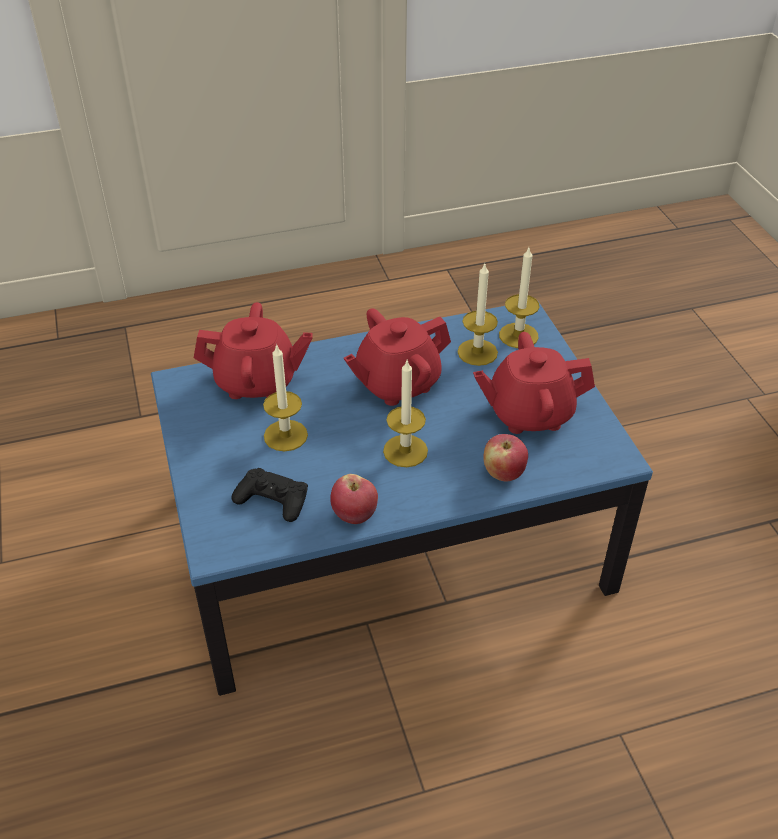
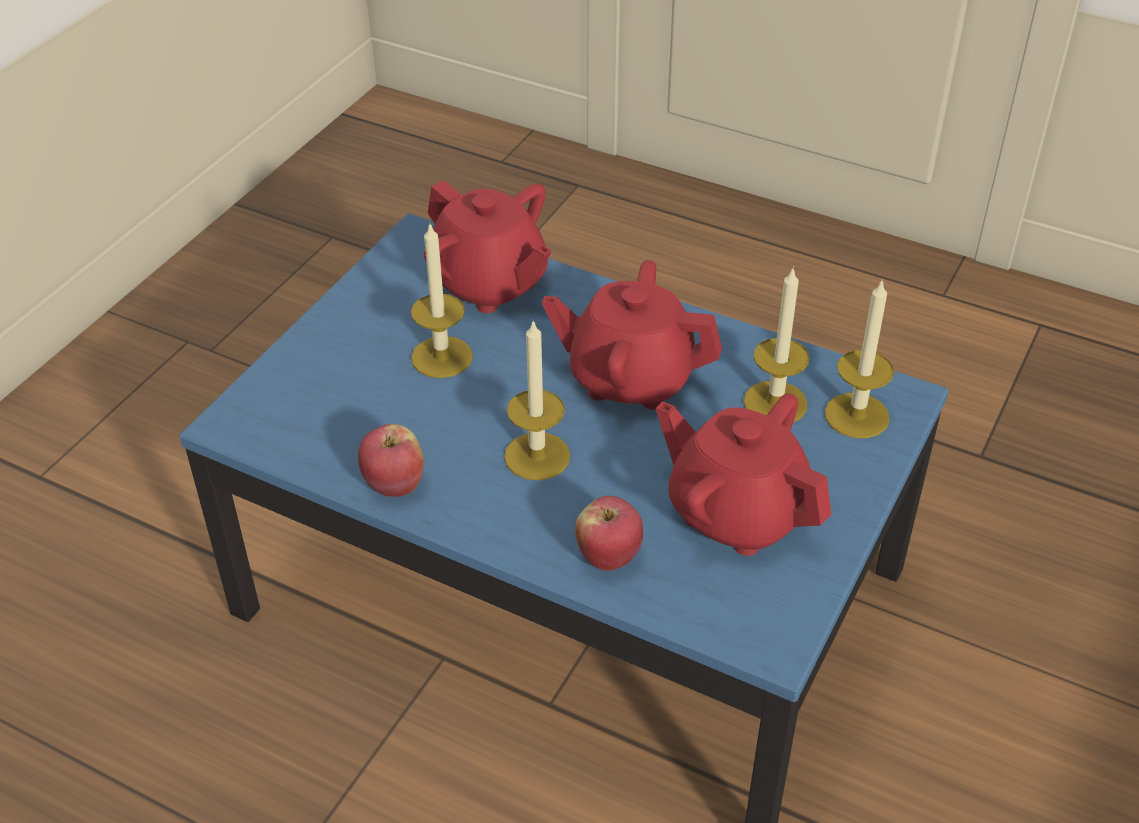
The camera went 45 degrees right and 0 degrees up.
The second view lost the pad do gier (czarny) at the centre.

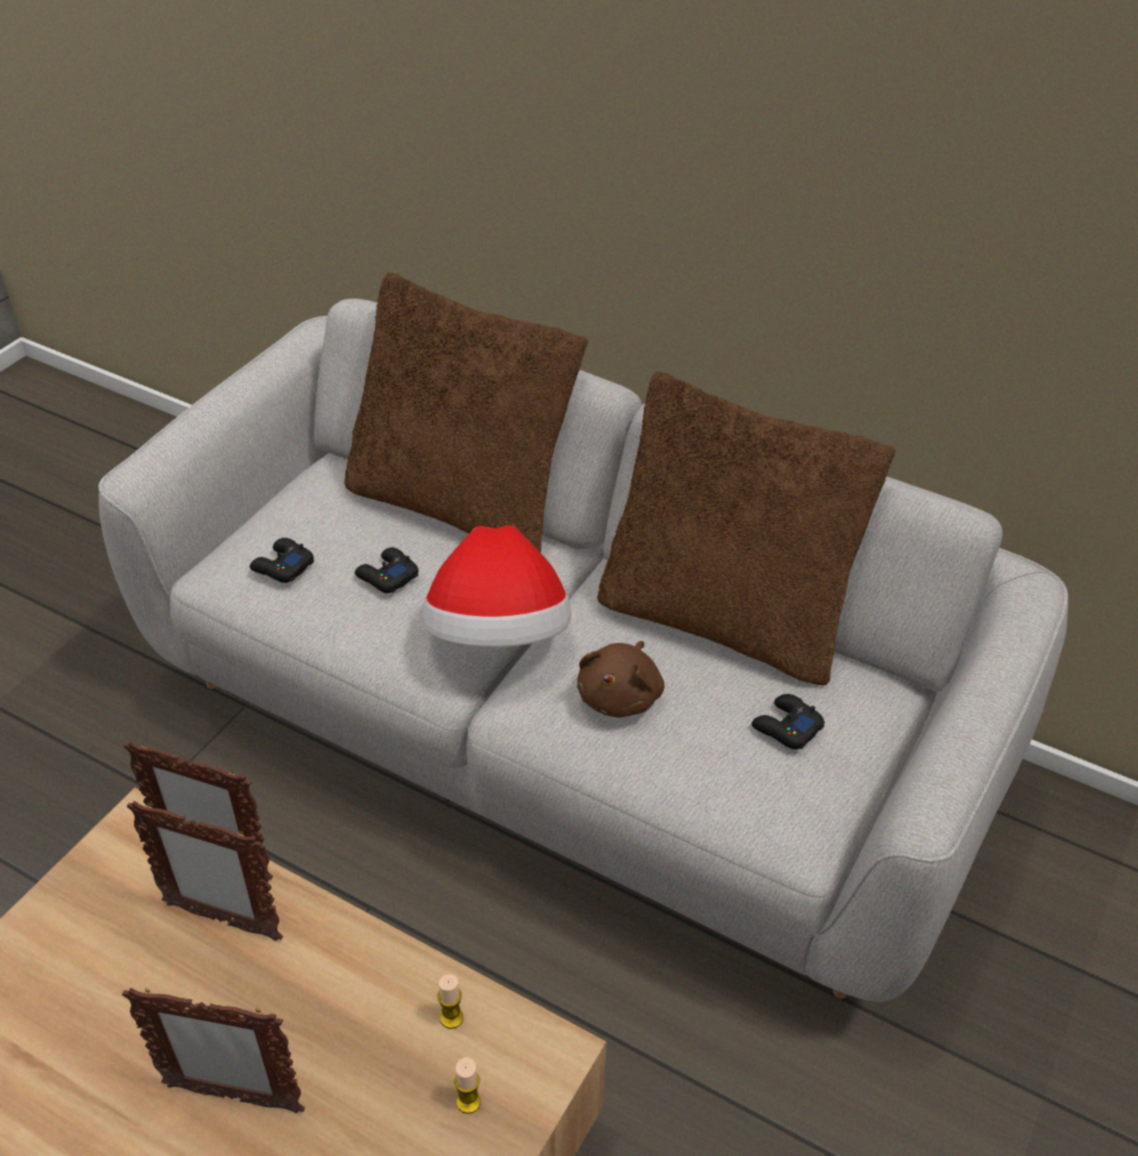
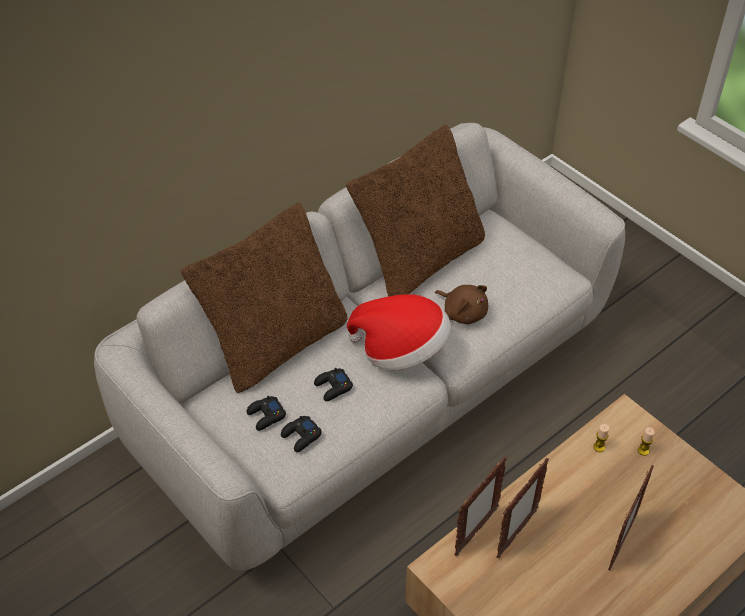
The camera went 70 degrees left and 5 degrees up.
The pad do gier (czarny) (no. 3 from left in the first image) ended up elsewhere, having gone from the middle right to the bottom centre.

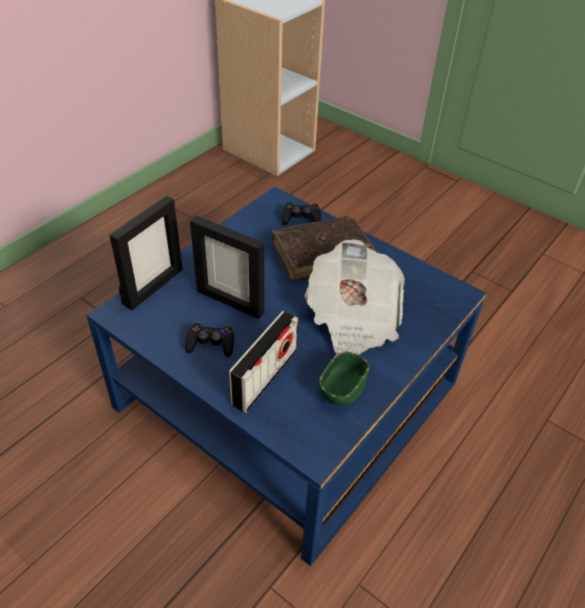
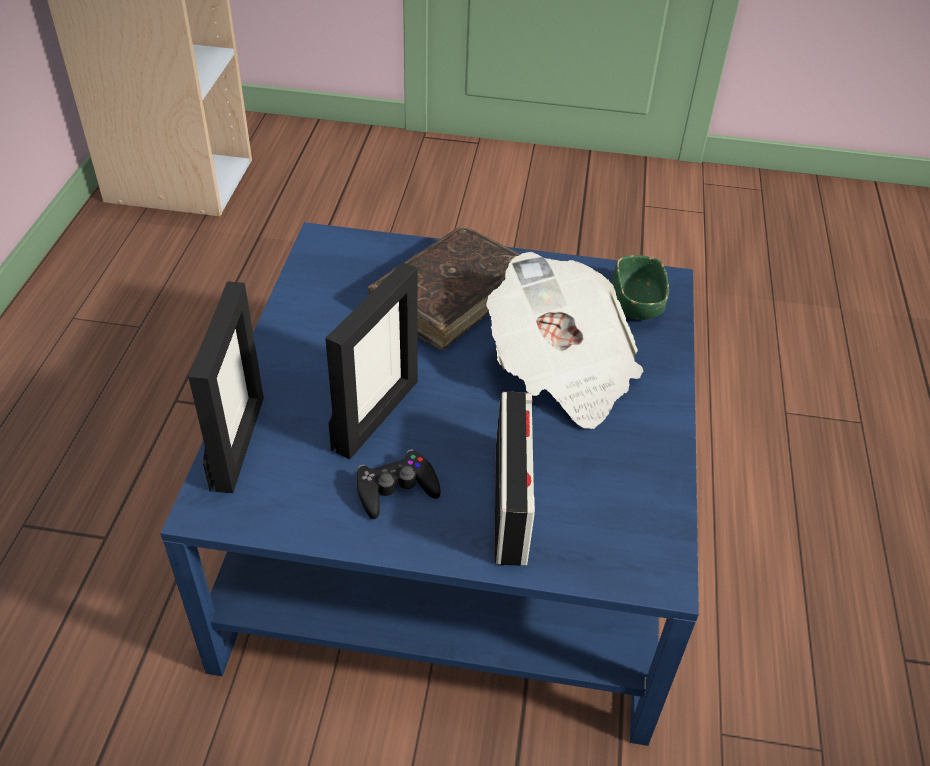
The camera went 30 degrees left and 0 degrees up.
The second view lost the pad do gier (czarny) (no. 2 from left) at the centre.
The ramka na zdjęcie (no. 2 from left) at the centre ended up facing another way, 60 degrees counterclockwise from before.
The miska (zielony) ended up elsewhere, having gone from the centre to the middle right.

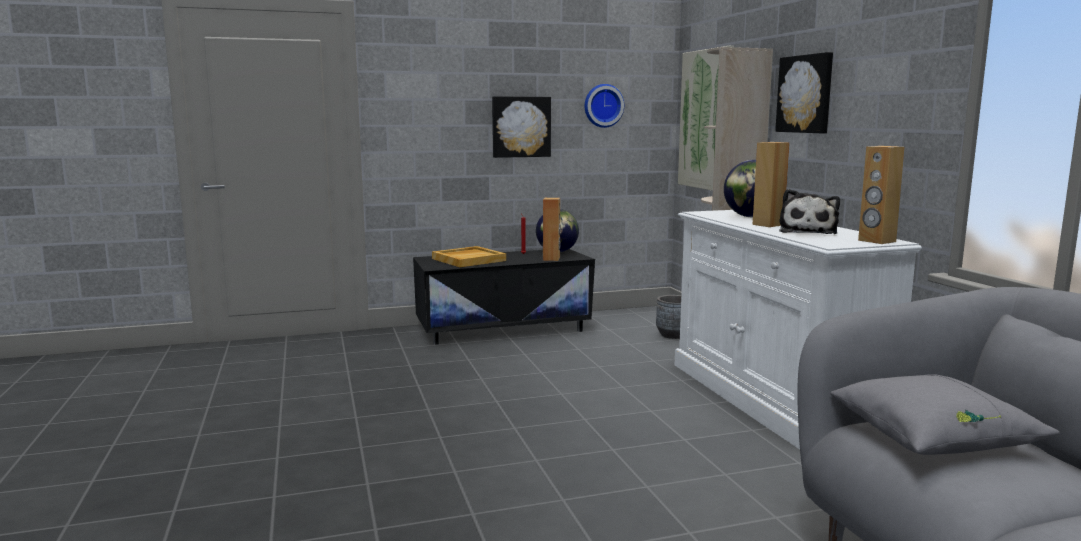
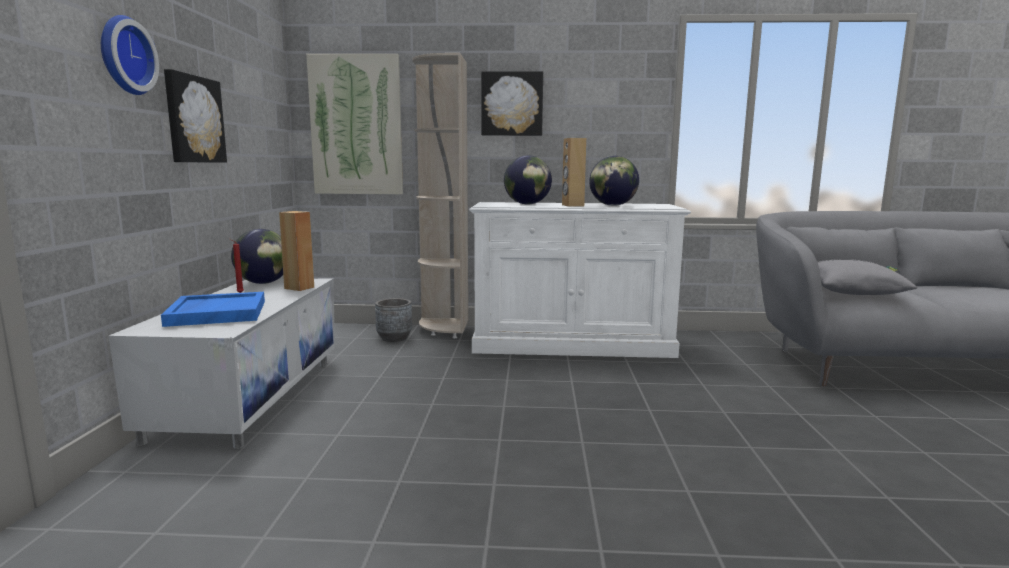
The camera went 70 degrees left and 0 degrees up.
The zegar ścienny ended up elsewhere, having gone from the top centre to the top left.
The second view lost the głośnik (brązowy) (no. 3 from left) at the middle right.
Where the pluszak stood at the middle right, the globus (no. 3 from left) came to stand at the top centre.
What was the taca (beżowy) at the centre turned into the taca (niebieski) at the middle left.
What was the szafka pod telewizor (czarny) at the centre turned into the szafka pod telewizor (biały) at the middle left.

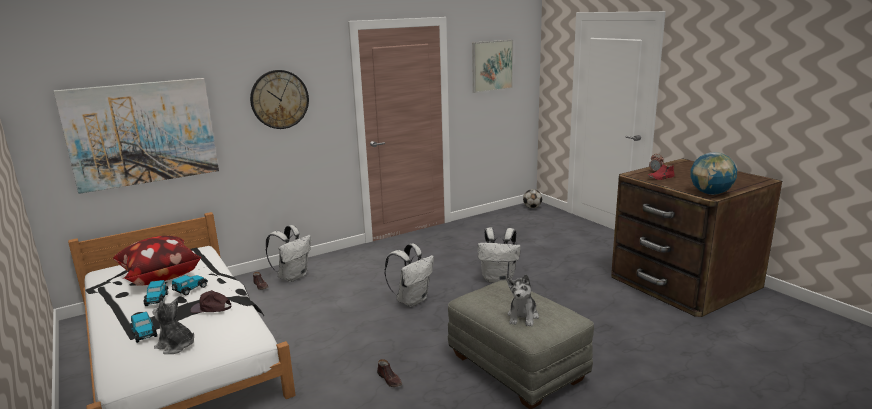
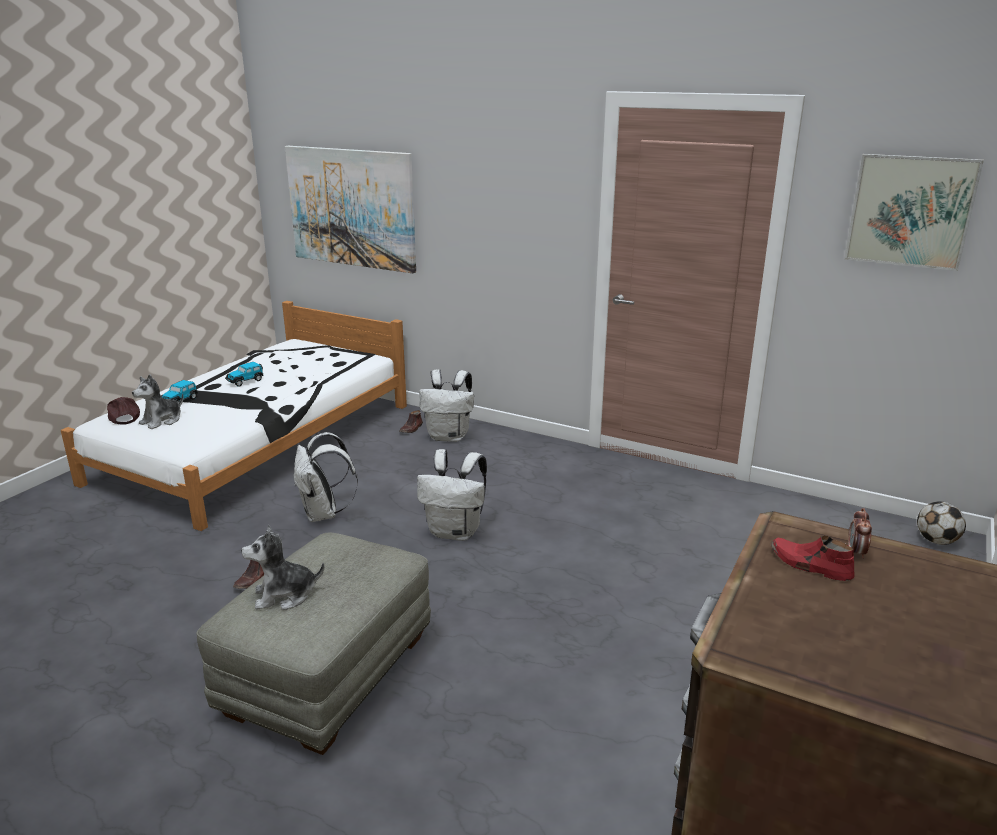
The camera went 60 degrees right and 5 degrees up.
The second view lost the zegar ścienny at the top left.
The second view lost the globus at the middle right.
The plecak (biały) (no. 3 from left in the first image) ended up elsewhere, having gone from the centre to the middle left.
The second view lost the poduszka at the middle left.
The second view lost the samochodzik (no. 3 from left) at the bottom left.
The czapka z daszkiem (brązowy) ended up elsewhere, having gone from the bottom left to the middle left.
The pluszak (no. 1 from left) at the bottom left ended up facing another way, 135 degrees counterclockwise from before.

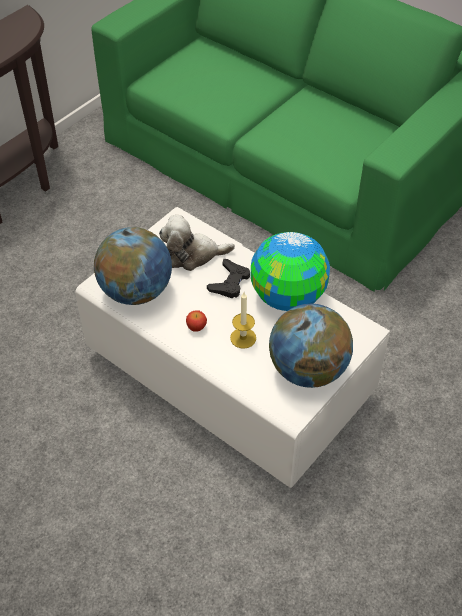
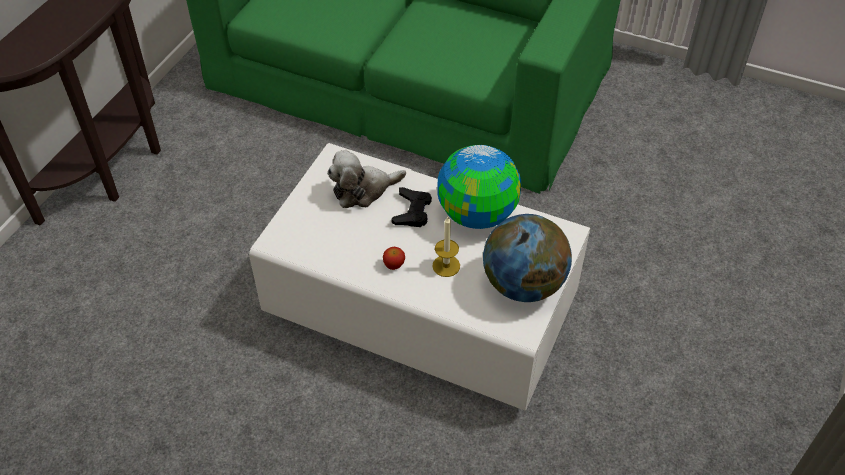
The camera went 15 degrees left and 0 degrees up.
The second view lost the globus (no. 1 from left) at the middle left.

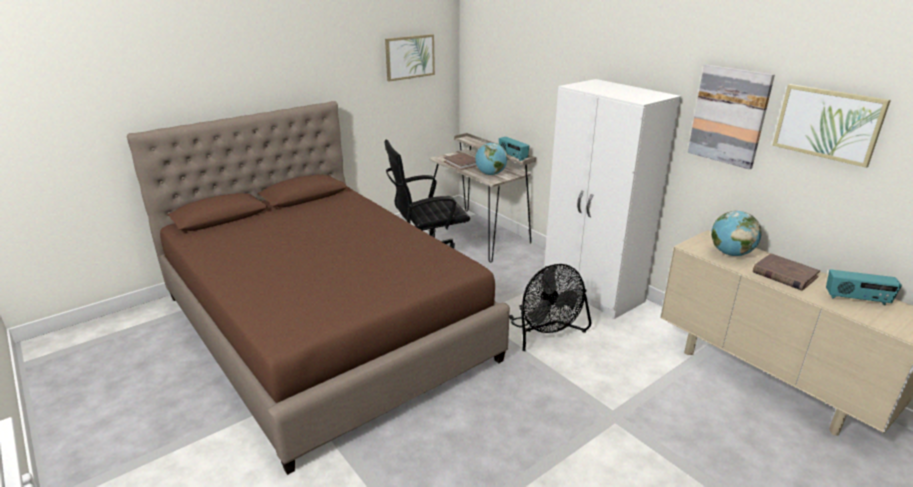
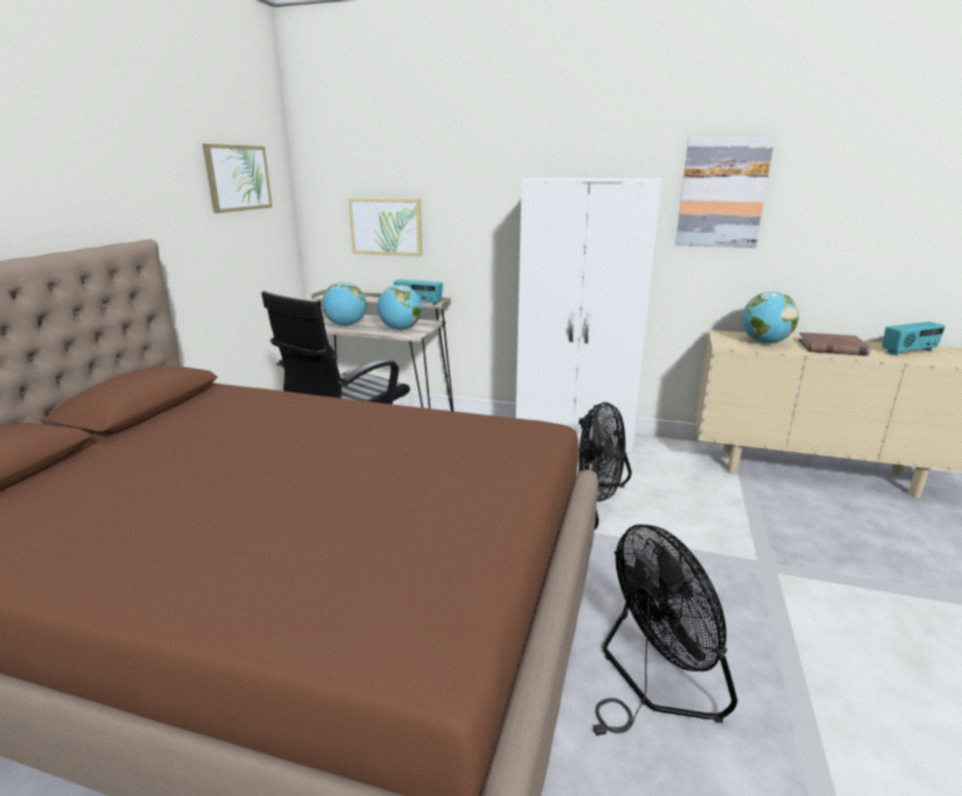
The camera went 35 degrees left and 5 degrees down.
The obraz (no. 3 from left in the first image) ended up elsewhere, having gone from the top right to the top centre.
Where the książka (brązowy) (no. 1 from left) stood at the top centre, the globus (no. 1 from left) came to stand at the centre.
The second view gained the wentylator (czarny) (no. 2 from left) at the bottom right.

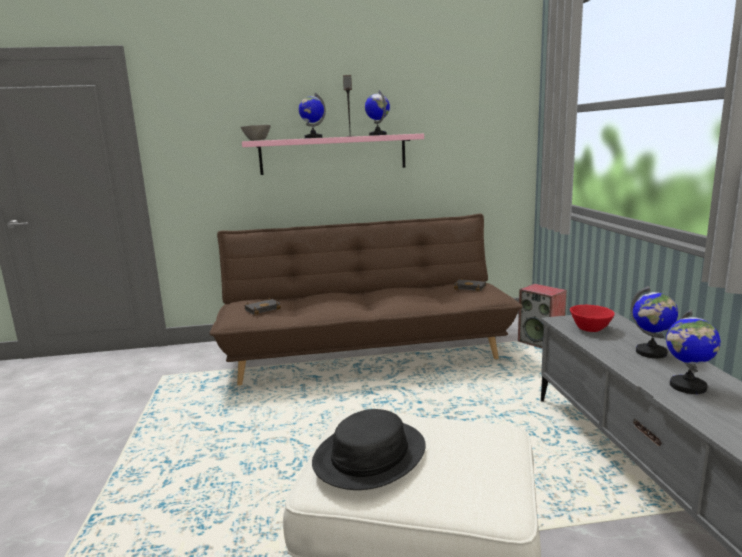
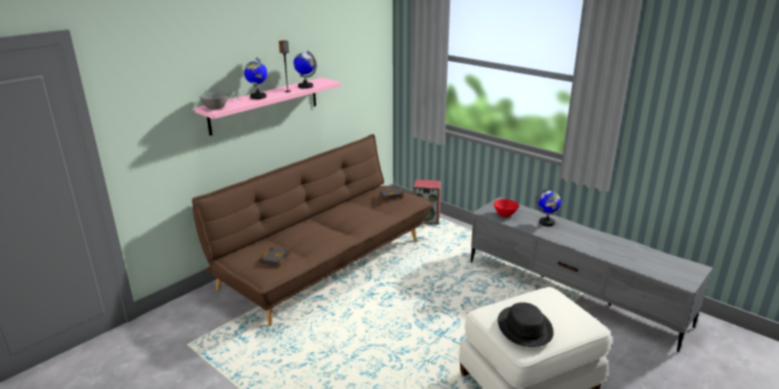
The camera went 40 degrees left and 10 degrees up.
The second view lost the globus (no. 4 from left) at the middle right.

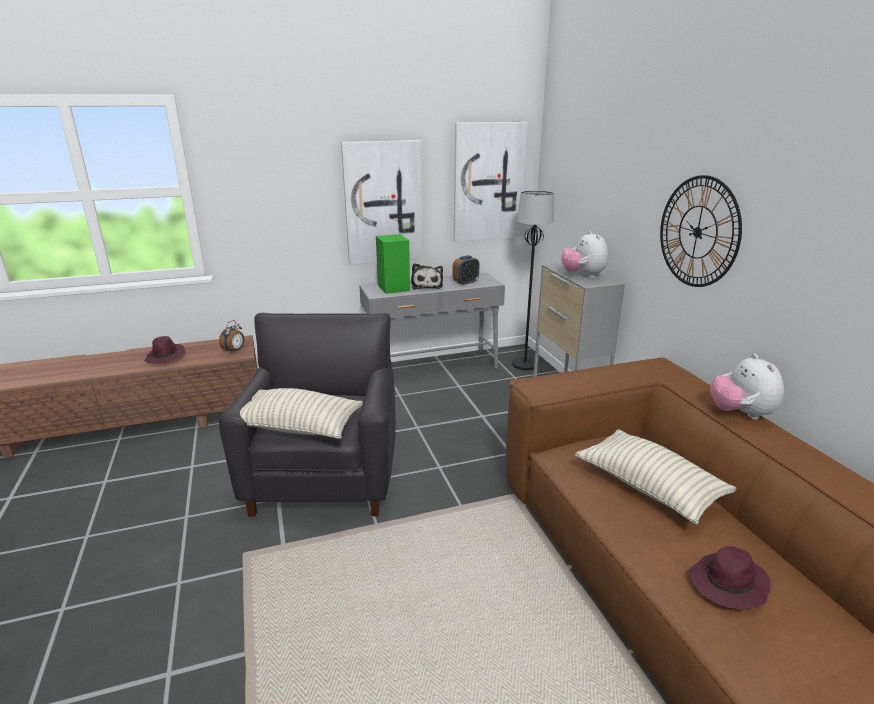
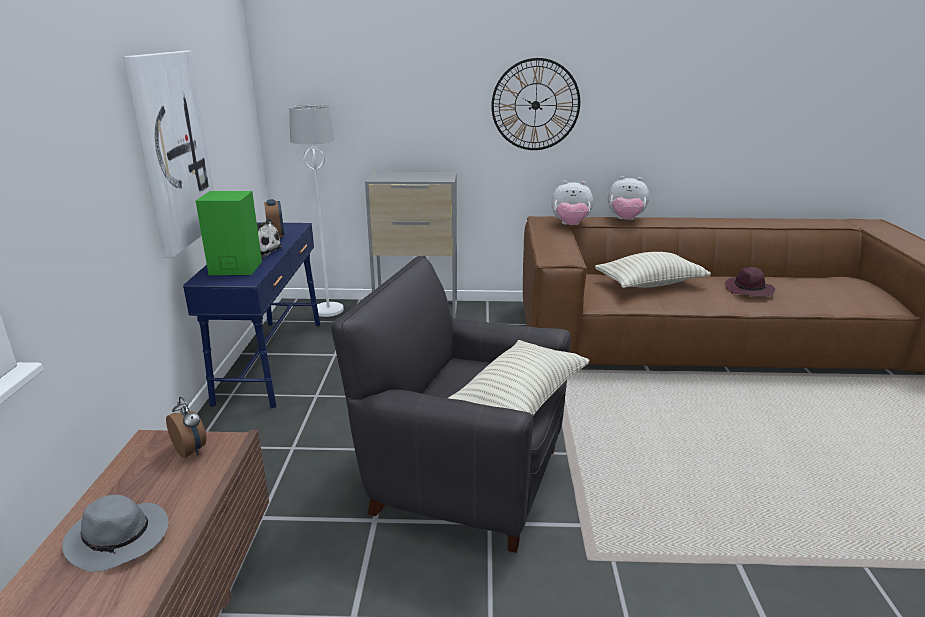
The camera went 70 degrees left and 0 degrees up.
The second view lost the obraz (no. 2 from left) at the top centre.
What was the lampa stojąca (czarny) at the centre turned into the lampa stojąca (biały) at the centre.
The pluszak (no. 2 from left) ended up elsewhere, having gone from the middle right to the top centre.
What was the stolik konsolowy (szary) at the centre turned into the stolik konsolowy (niebieski) at the middle left.
What was the kapelusz (fioletowy) (no. 1 from left) at the middle left turned into the kapelusz (szary) at the bottom left.

